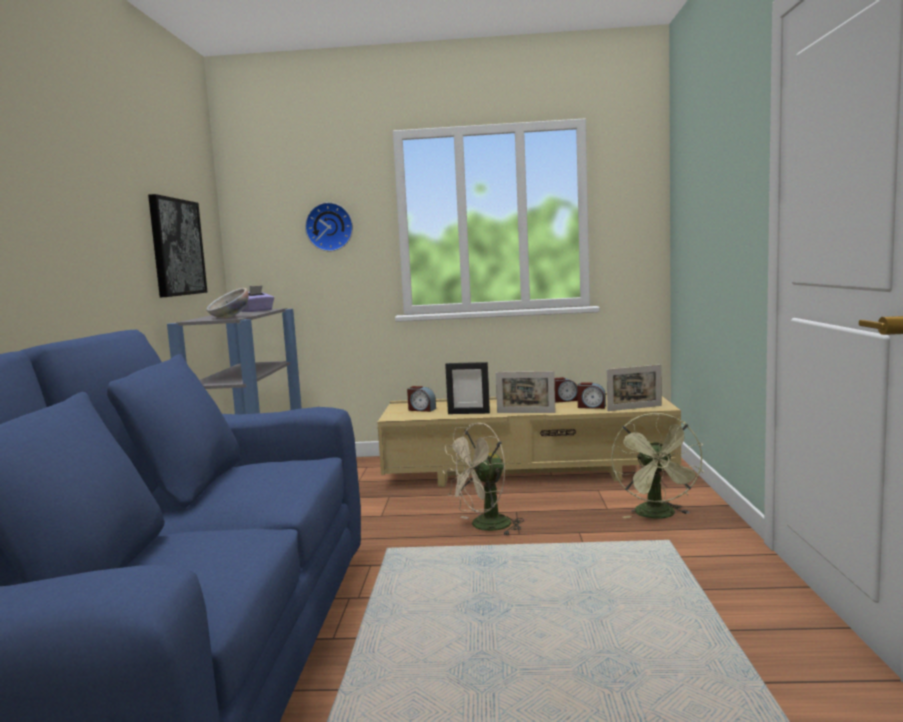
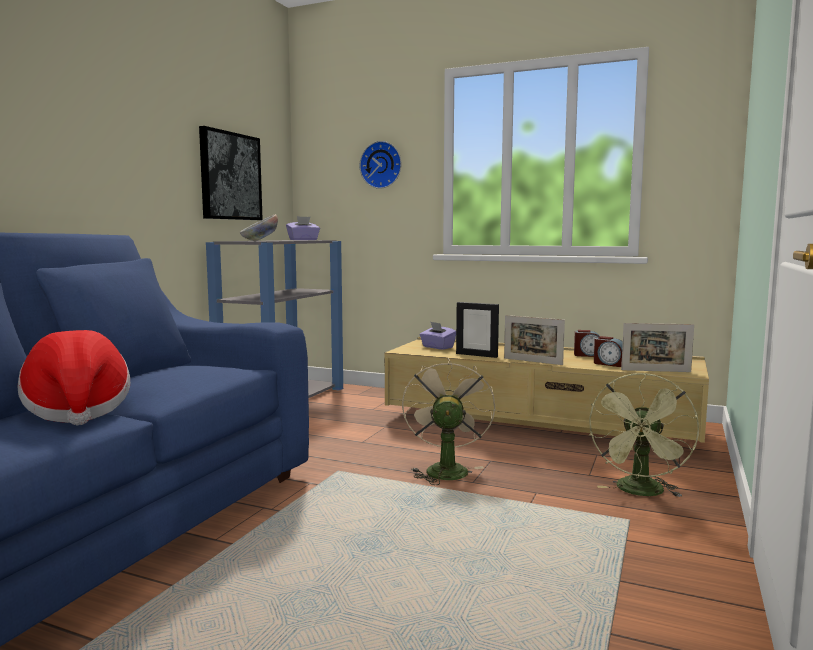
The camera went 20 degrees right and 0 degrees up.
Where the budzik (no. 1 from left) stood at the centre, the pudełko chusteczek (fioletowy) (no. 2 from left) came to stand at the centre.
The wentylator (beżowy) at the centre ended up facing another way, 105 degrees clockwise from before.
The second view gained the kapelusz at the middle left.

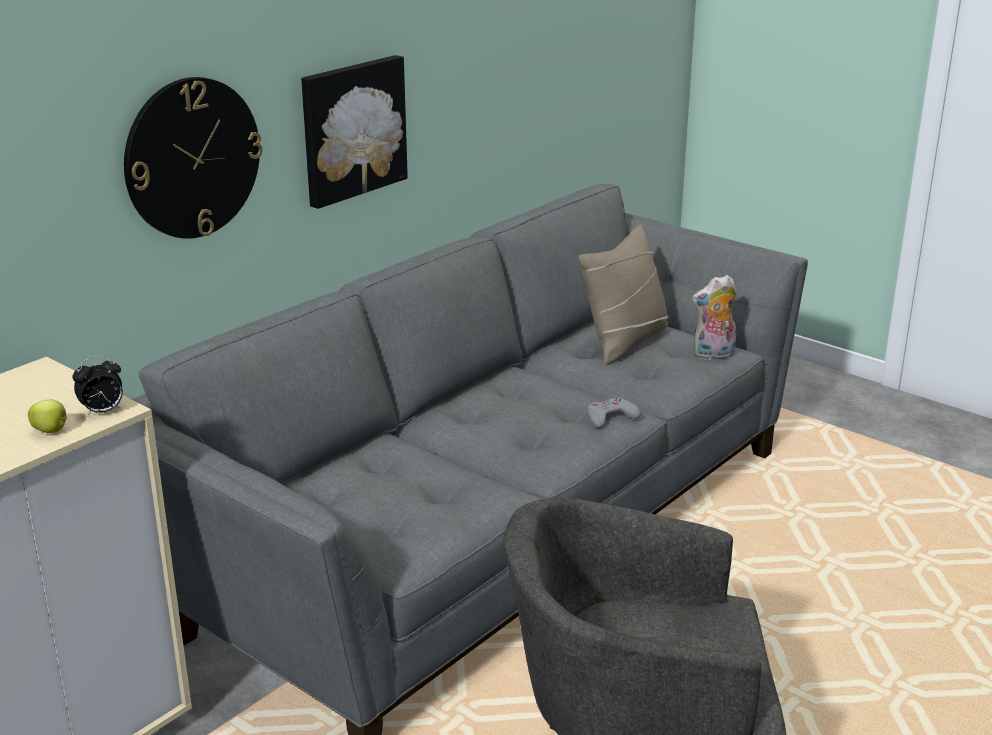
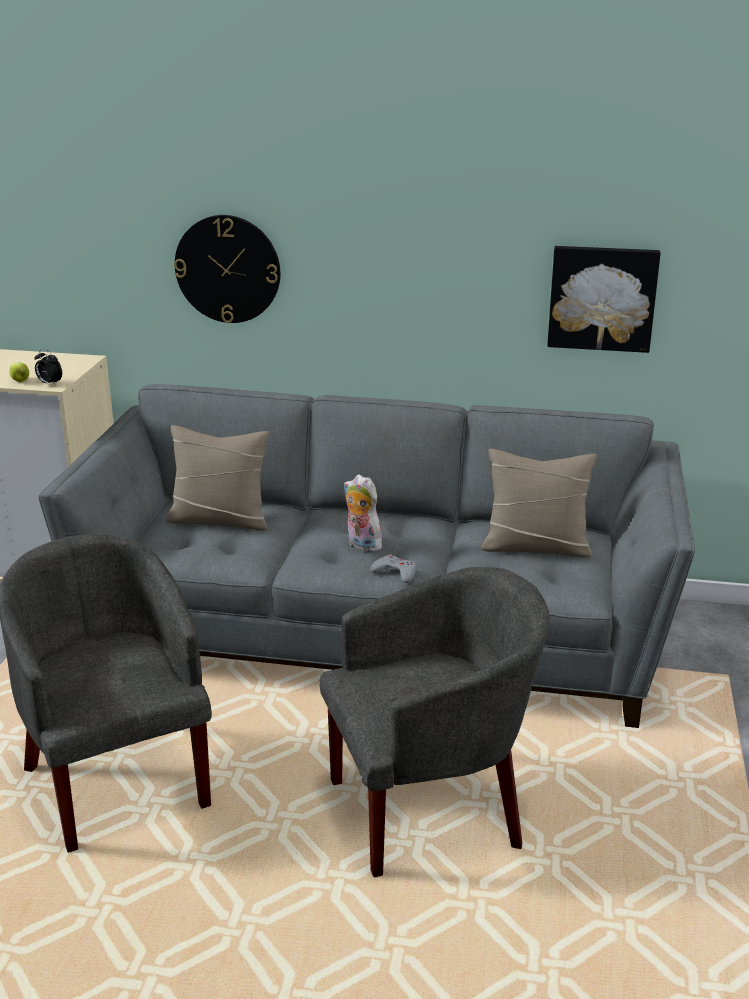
The camera went 60 degrees right and 0 degrees up.
The obraz ended up elsewhere, having gone from the top centre to the top right.
The pluszak ended up elsewhere, having gone from the middle right to the centre.
The second view gained the poduszka (beżowy) (no. 1 from left) at the middle left.
The second view gained the fotel (szary) (no. 2 from left) at the bottom centre.

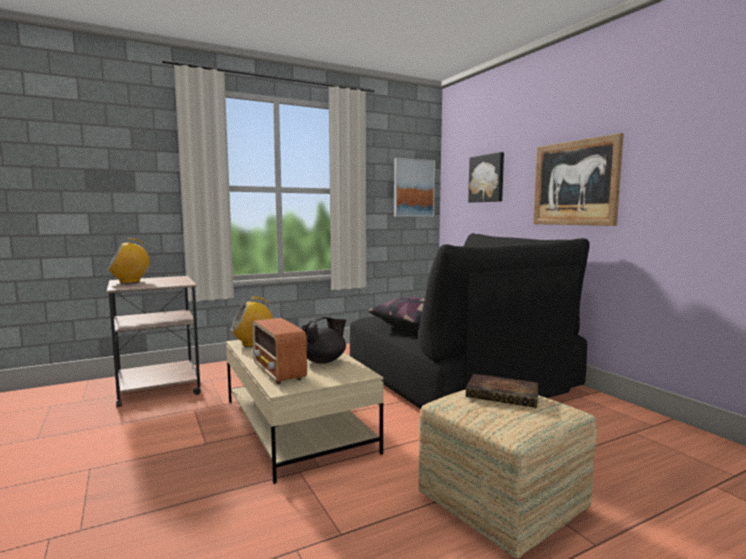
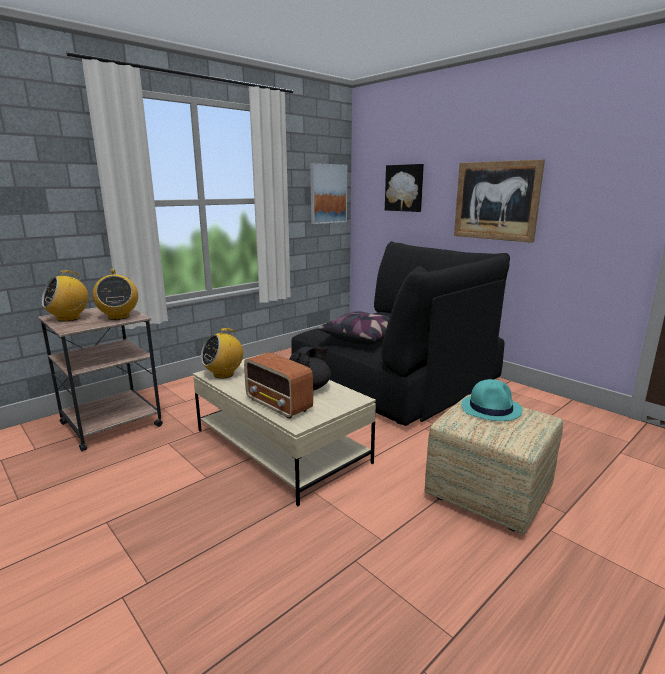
The camera went 15 degrees left and 10 degrees up.
Where the książka stood at the bottom right, the kapelusz (turkusowy) came to stand at the middle right.
The second view gained the radio (no. 2 from left) at the middle left.

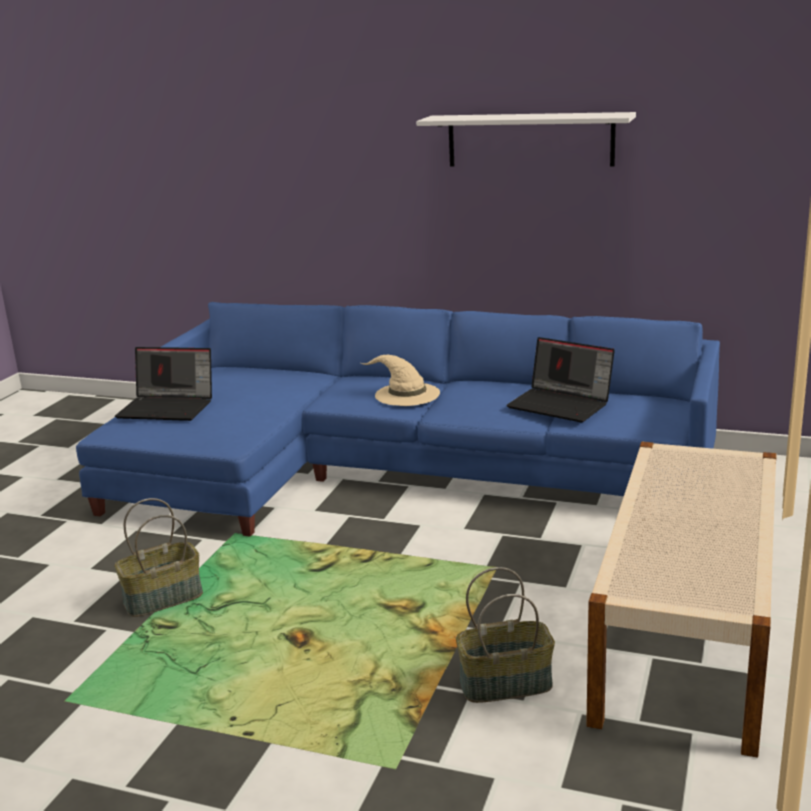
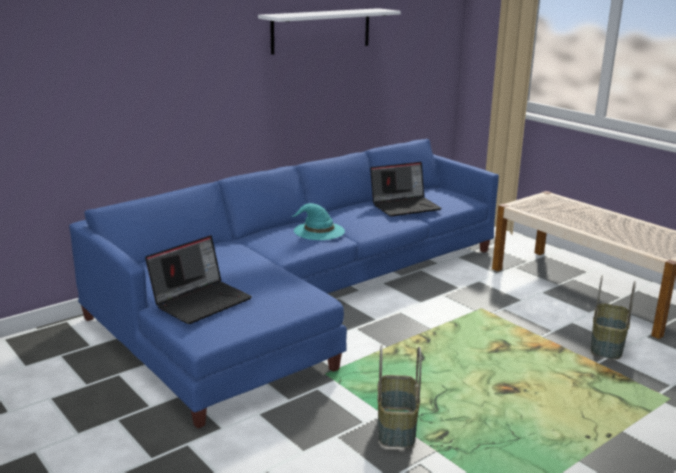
The camera went 60 degrees left and 0 degrees up.
What was the kapelusz (beżowy) at the centre turned into the kapelusz (turkusowy) at the centre.

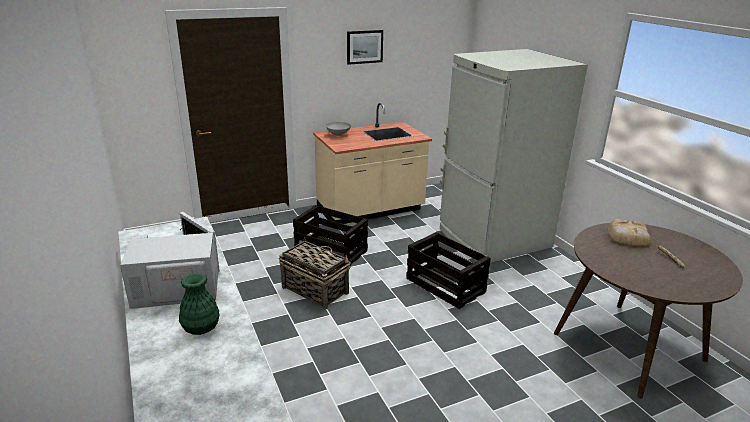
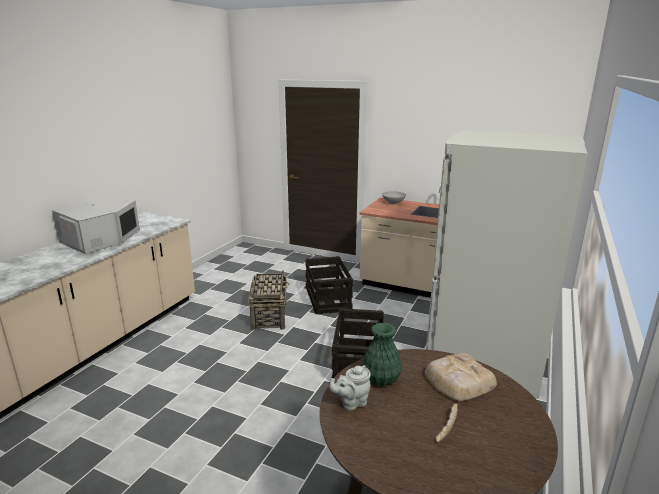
The camera went 50 degrees right and 5 degrees down.
The second view lost the obraz at the top centre.
The wazon (zielony) ended up elsewhere, having gone from the bottom left to the bottom centre.
The second view gained the imbryk (szary) at the bottom centre.

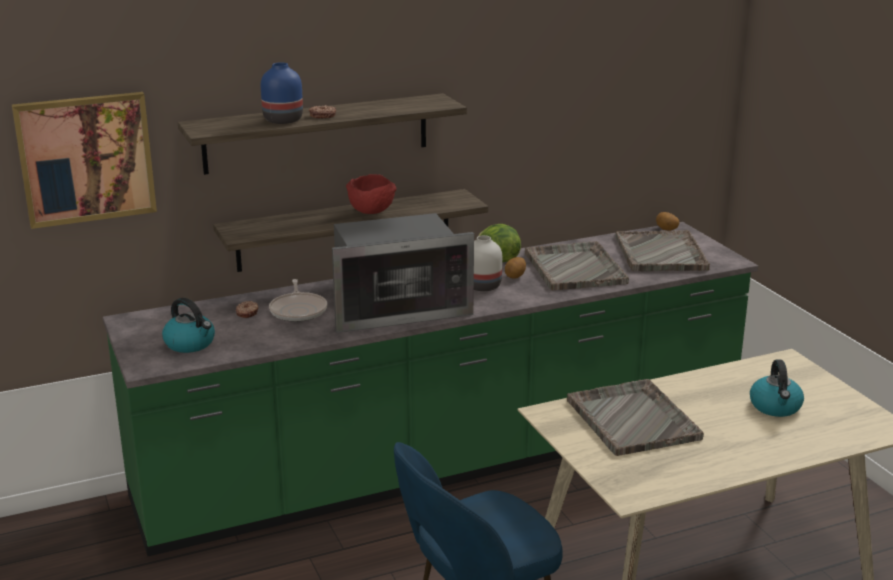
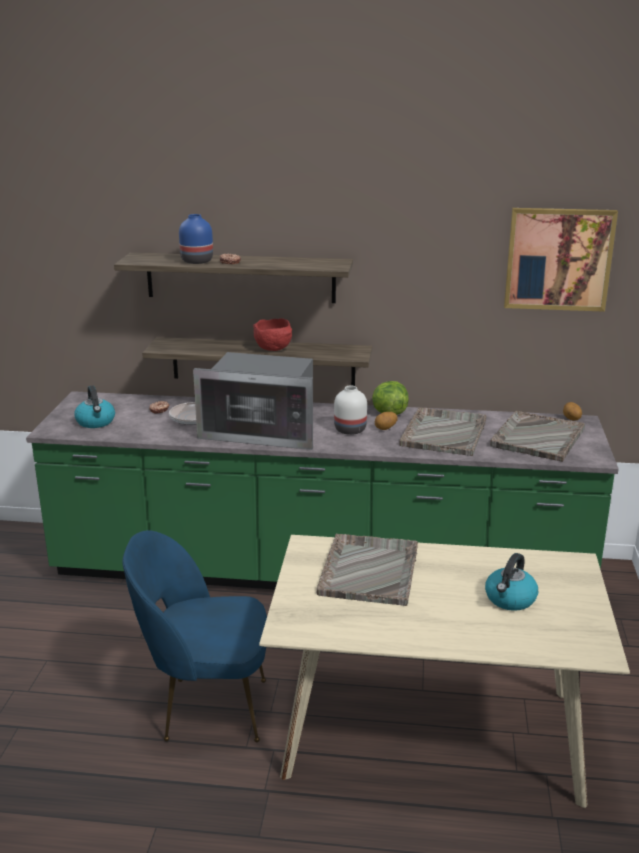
The camera went 30 degrees right and 0 degrees up.
The obraz ended up elsewhere, having gone from the top left to the top right.

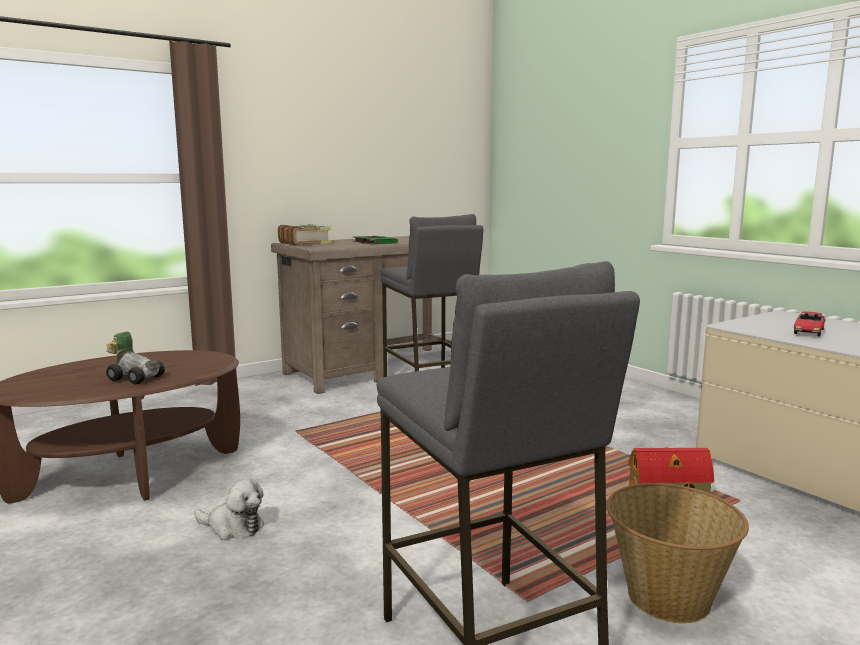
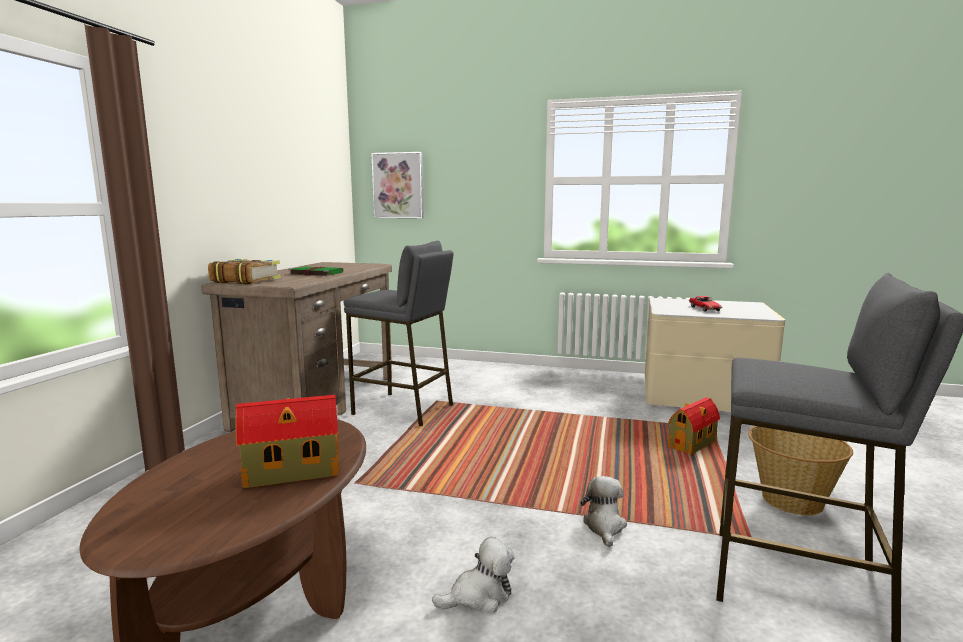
The camera went 40 degrees left and 0 degrees up.
Where the samochodzik (no. 1 from left) stood at the middle left, the domek (no. 1 from left) came to stand at the bottom left.
The second view gained the obraz at the top centre.
The second view gained the pluszak (no. 2 from left) at the bottom centre.

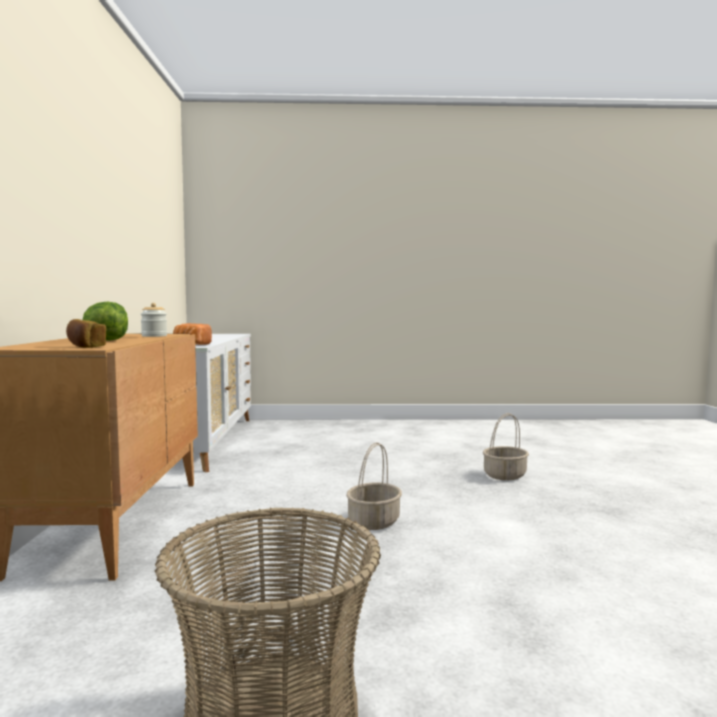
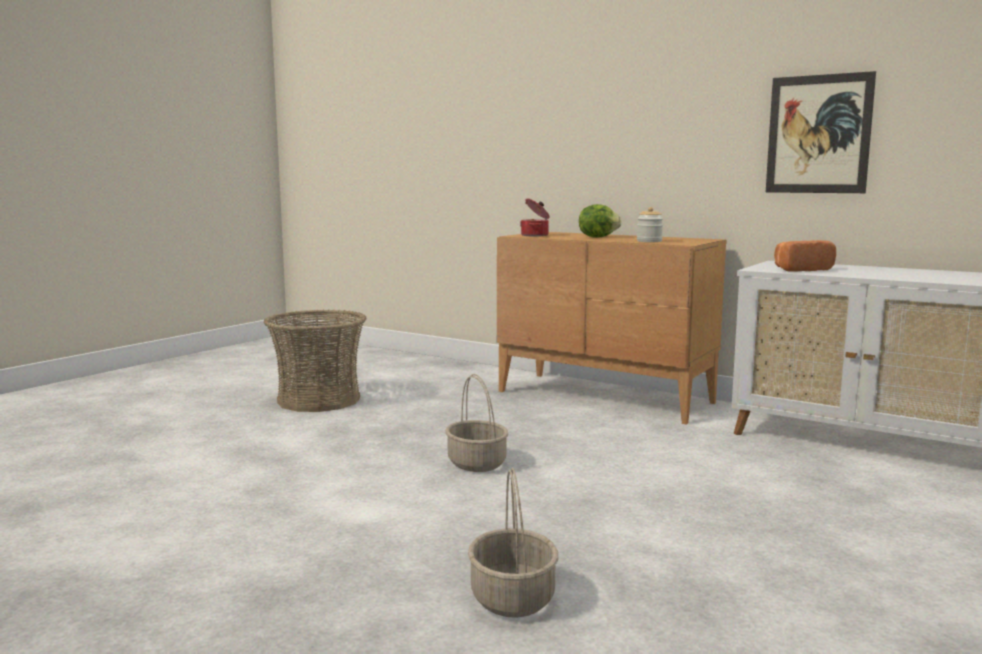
The camera went 125 degrees right and 5 degrees up.
Where the chleb (no. 1 from left) stood at the middle left, the garnek came to stand at the top centre.
The second view gained the obraz at the top right.

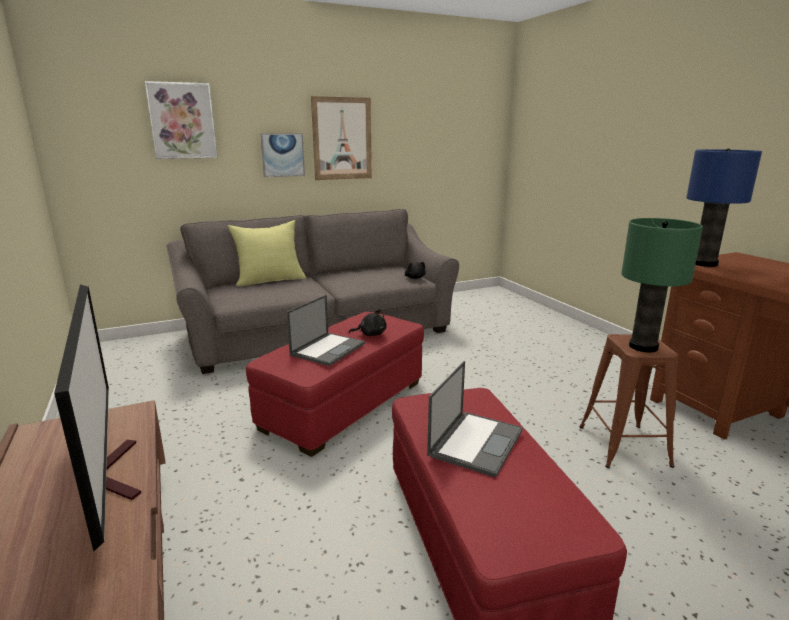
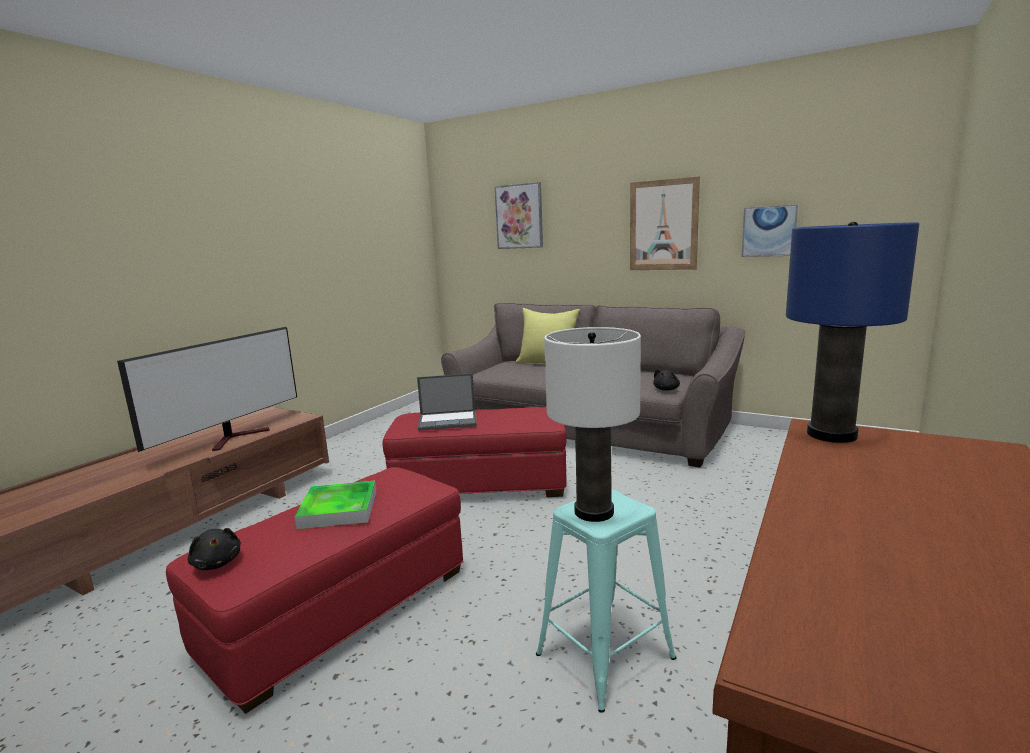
The camera went 55 degrees right and 5 degrees down.
The obraz (no. 2 from left in the first image) ended up elsewhere, having gone from the top centre to the top right.
What was the lampa stołowa (zielony) at the middle right turned into the lampa stołowa (biały) at the centre.
The pluszak (czarny) (no. 1 from left) ended up elsewhere, having gone from the centre to the bottom left.
What was the stołek (brązowy) at the middle right turned into the stołek (turkusowy) at the bottom centre.
Where the laptop (no. 2 from left) stood at the bottom centre, the taca came to stand at the bottom left.

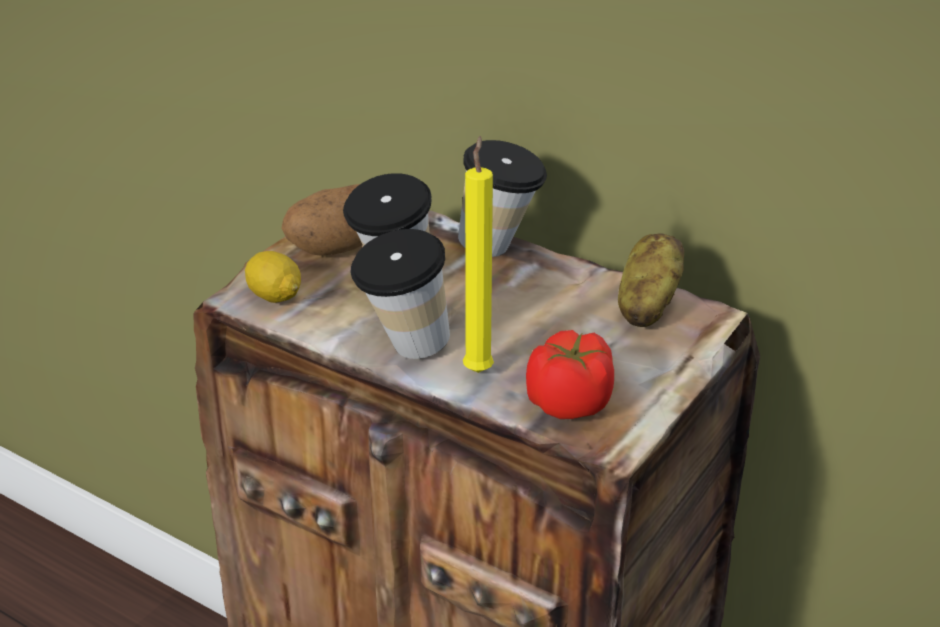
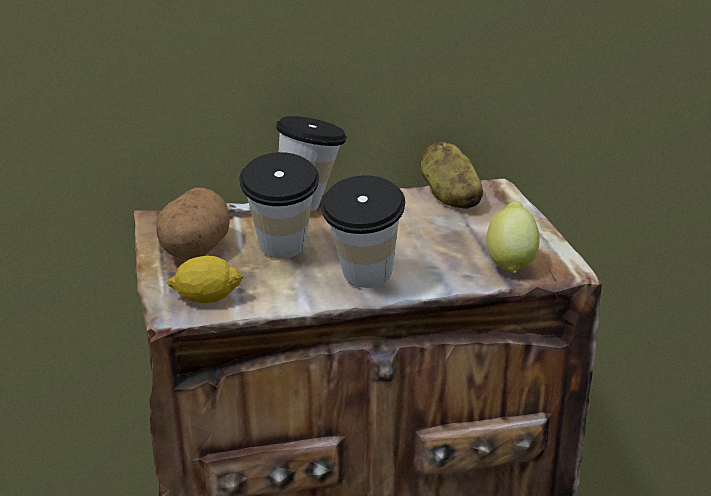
The camera went 45 degrees left and 5 degrees down.
The second view lost the świeca (żółty) at the centre.
Where the pomidor stood at the centre, the cytryna (no. 2 from left) came to stand at the middle right.

